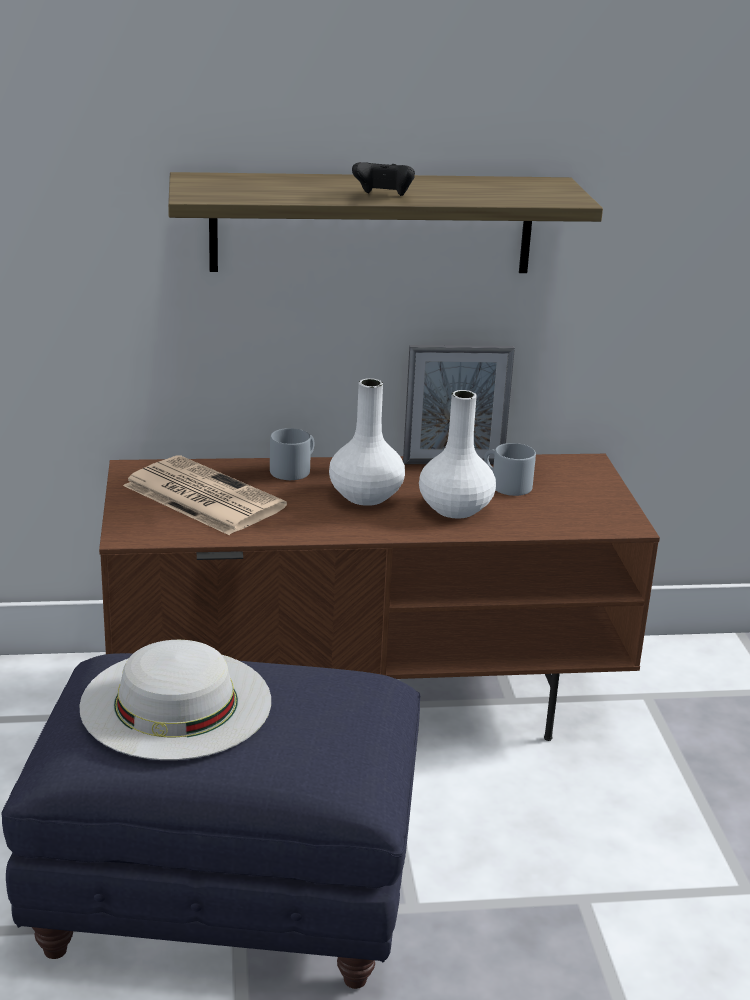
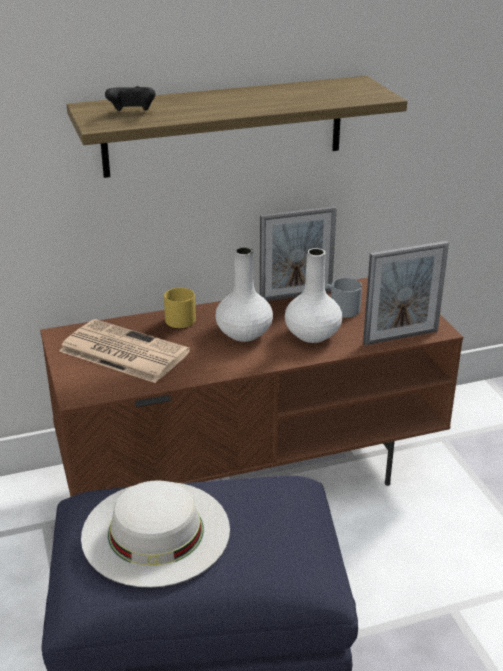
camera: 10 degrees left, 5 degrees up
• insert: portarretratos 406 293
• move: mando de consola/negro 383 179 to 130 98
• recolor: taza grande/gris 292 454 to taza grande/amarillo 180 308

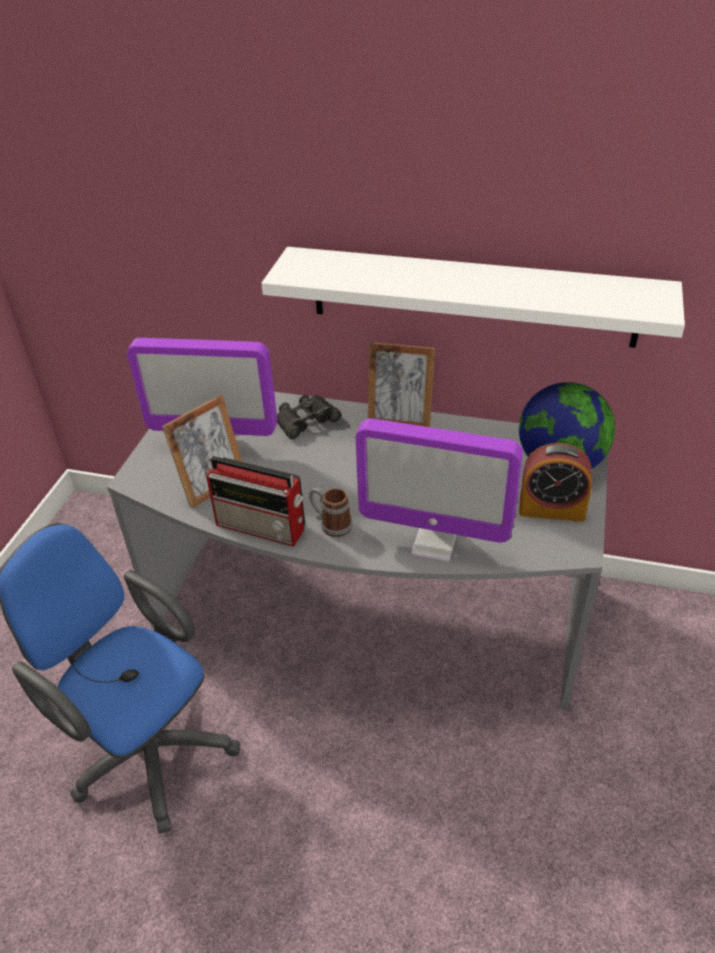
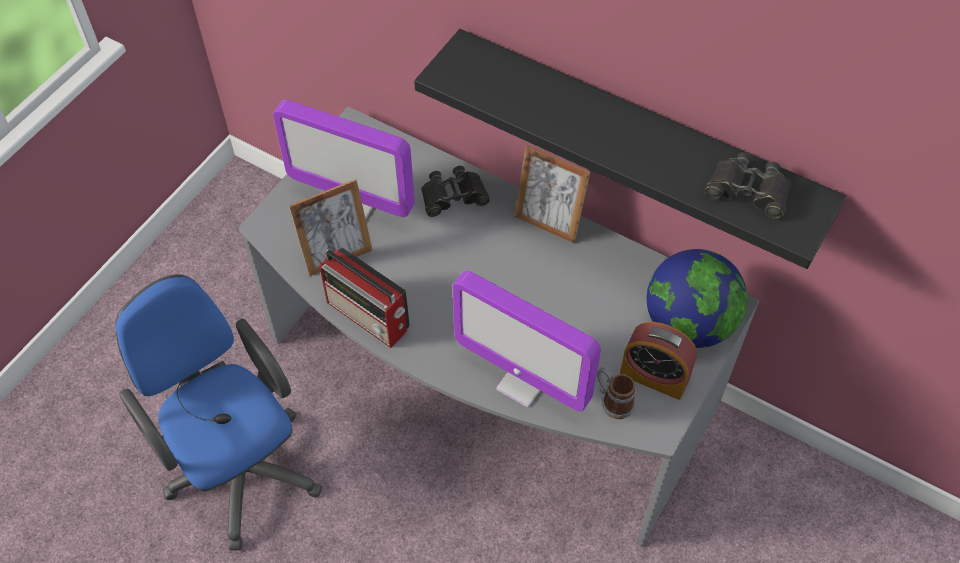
camera: 15 degrees right, 15 degrees up
• insert: prismáticos/negro 748 185
• move: taza grande 331 512 to 616 393
• recolor: estante/blanco 473 297 to estante/negro 630 149

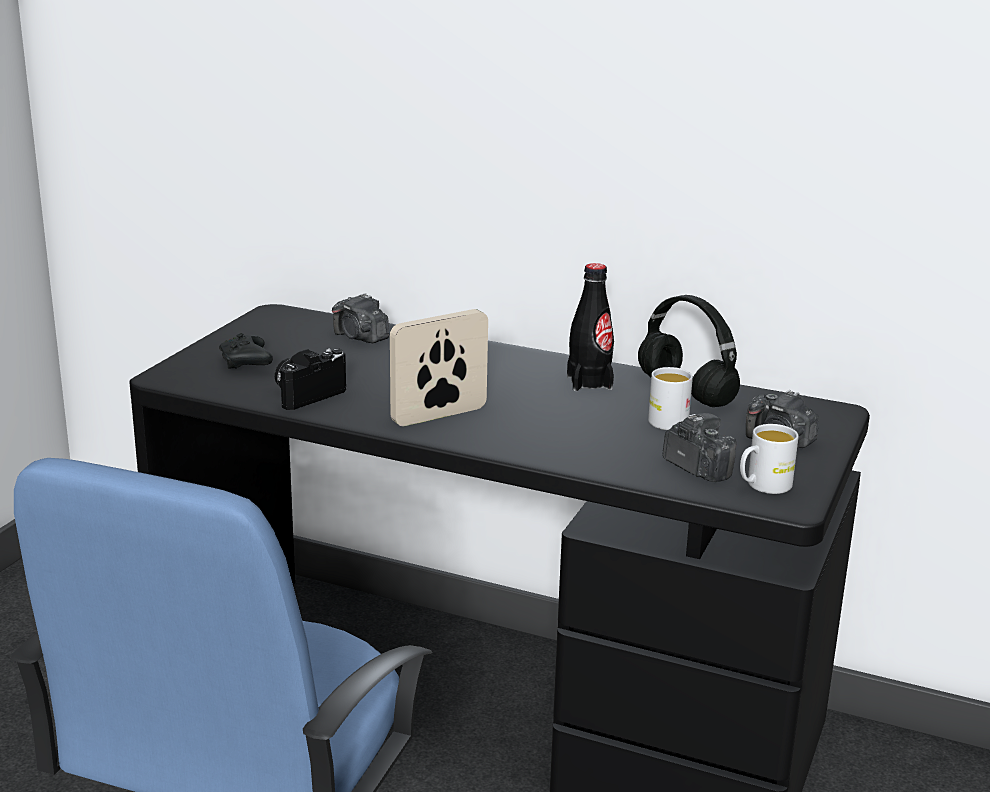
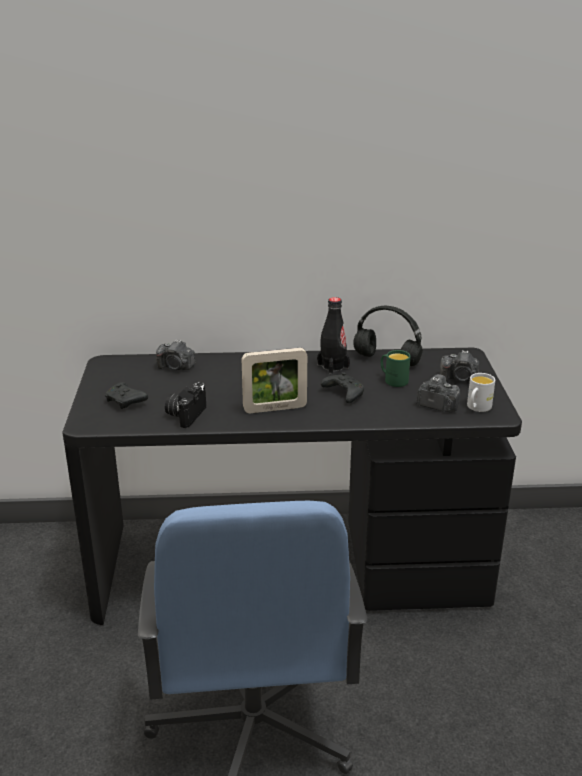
camera: 25 degrees left, 5 degrees up
• insert: mando de consola/negro 342 387
• recolor: taza grande/blanco 670 398 to taza grande/verde 396 368
• rotate: portarretratos 439 368 = 274 380 135 degrees counterclockwise

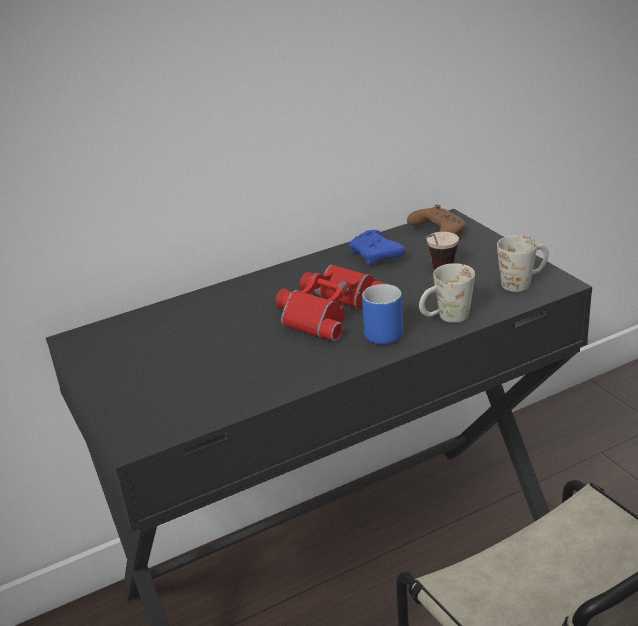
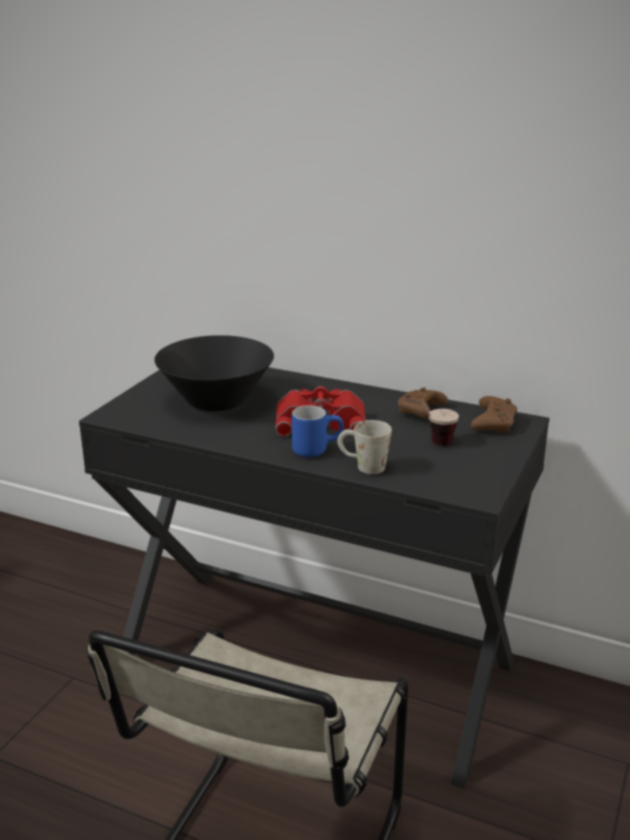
camera: 50 degrees right, 5 degrees down
• delete: taza grande/blanco 523 263
• insert: cuenco/negro 214 373
• recolor: mando de consola/azul 377 247 to mando de consola/marrón 423 402

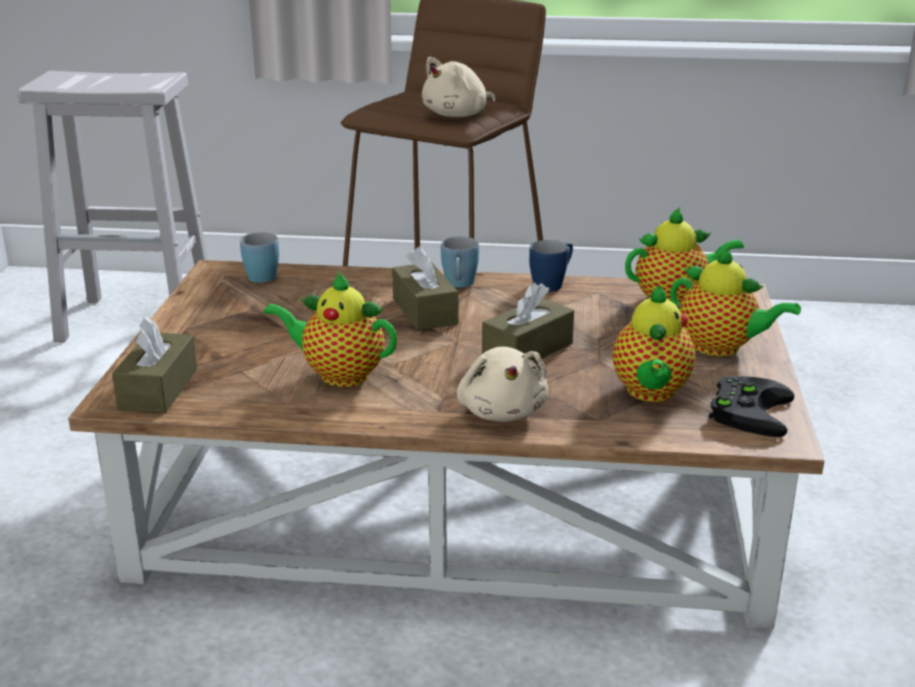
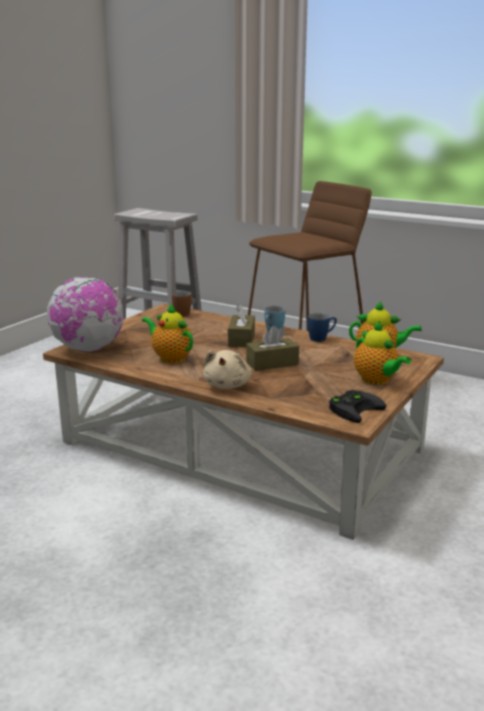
camera: 25 degrees right, 5 degrees down
• delete: peluche/beis 459 87
• delete: tetera 654 343
• replace: caja de pañuelos/marrón 154 364 to globo terráqueo 85 314
• recolor: taza grande/azul 259 257 to taza grande/marrón 182 303

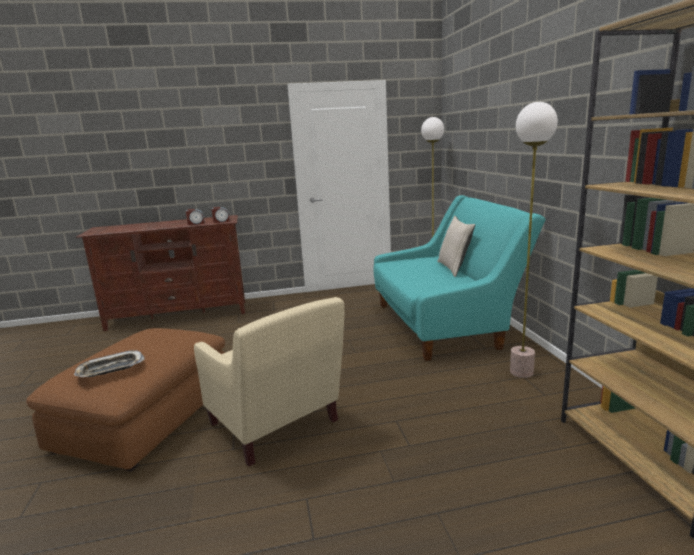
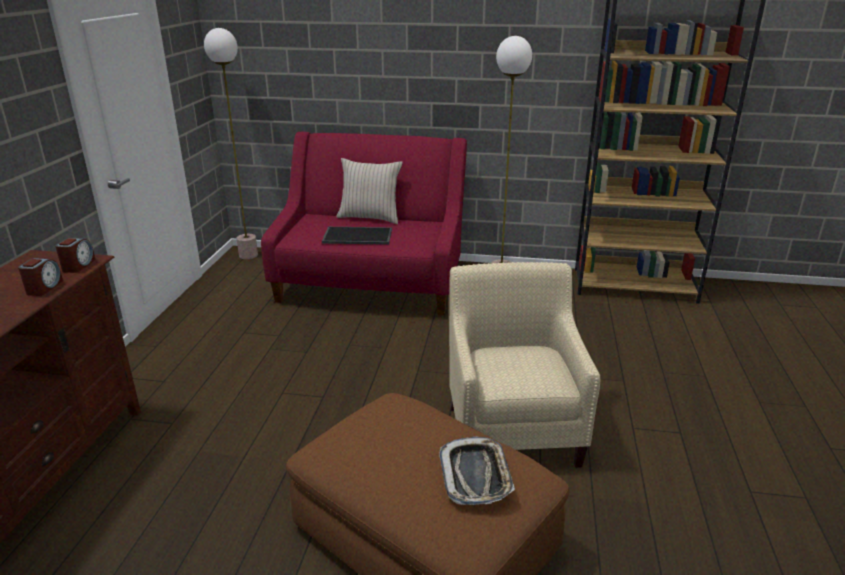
camera: 70 degrees left, 10 degrees up
• insert: bandeja 357 236
• recolor: sofá/turquesa 459 278 to sofá/rojo 364 224
• rotate: sillón/beis 269 382 = 524 365 75 degrees counterclockwise

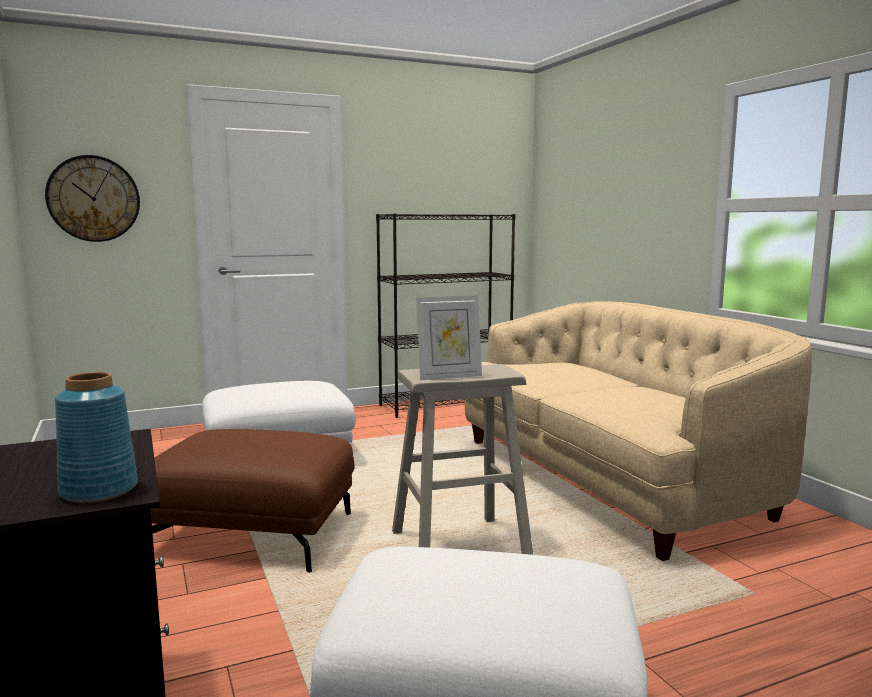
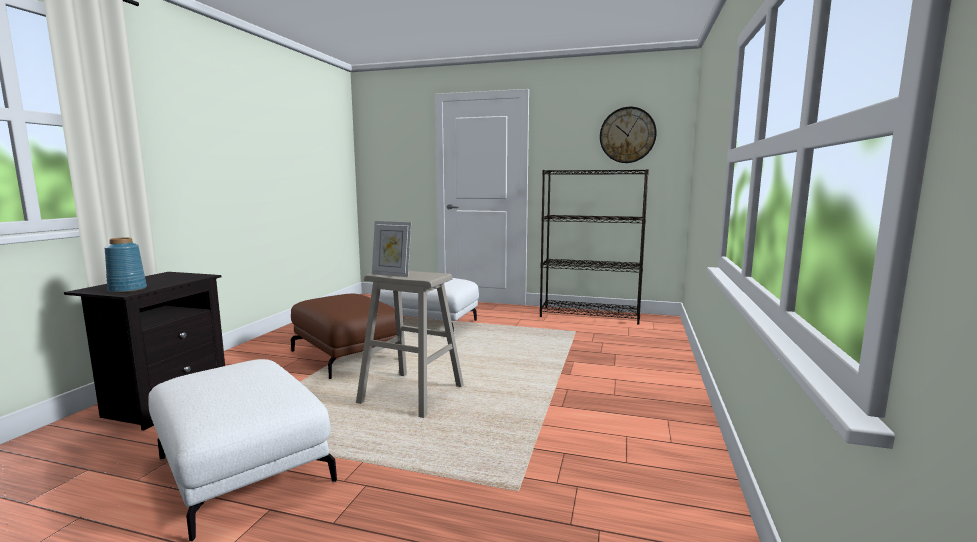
camera: 40 degrees right, 0 degrees up
• delete: sofá/beis 638 431
• move: reloj de pared 92 198 to 628 135

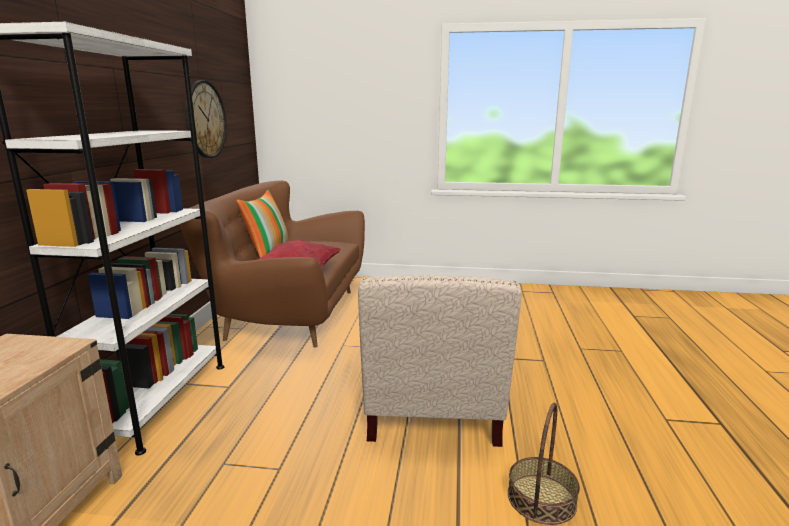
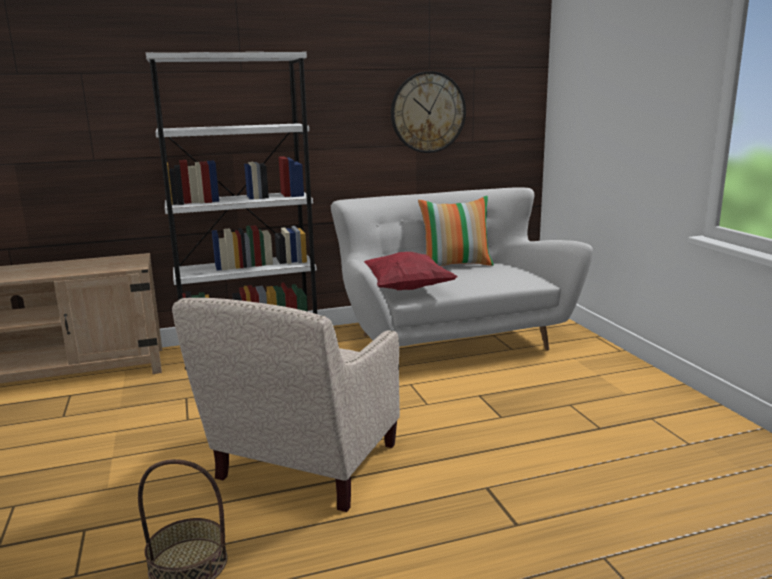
camera: 65 degrees right, 0 degrees up
• recolor: sofá/marrón 272 264 to sofá/blanco 462 268
• rotate: sillón/beis 440 361 = 286 405 45 degrees counterclockwise

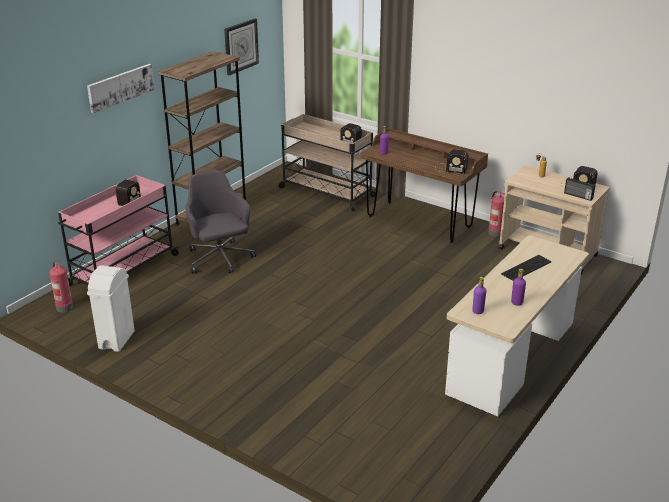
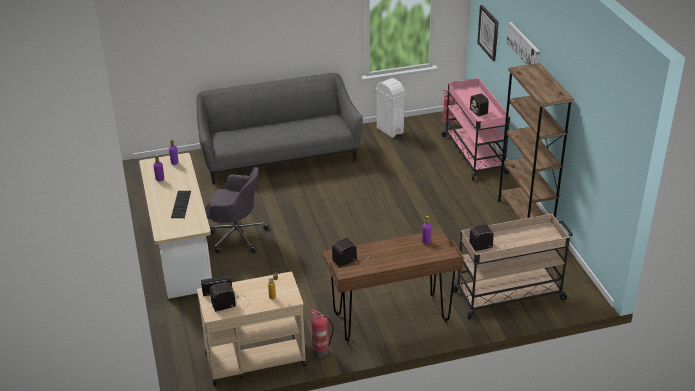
camera: 130 degrees right, 5 degrees up
• insert: sofá/gris 279 128
• move: silla de oficina/gris 220 221 to 237 210
• move: reloj de pared 241 47 to 488 33

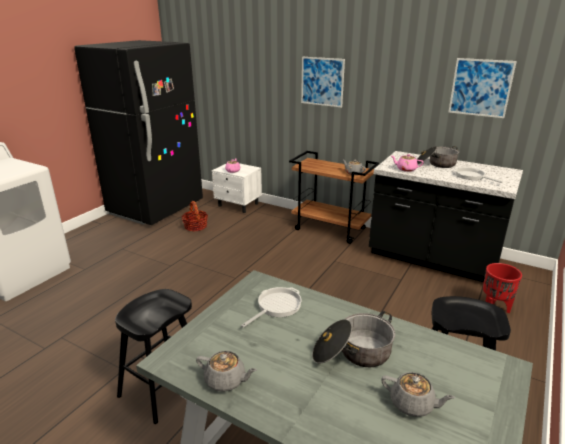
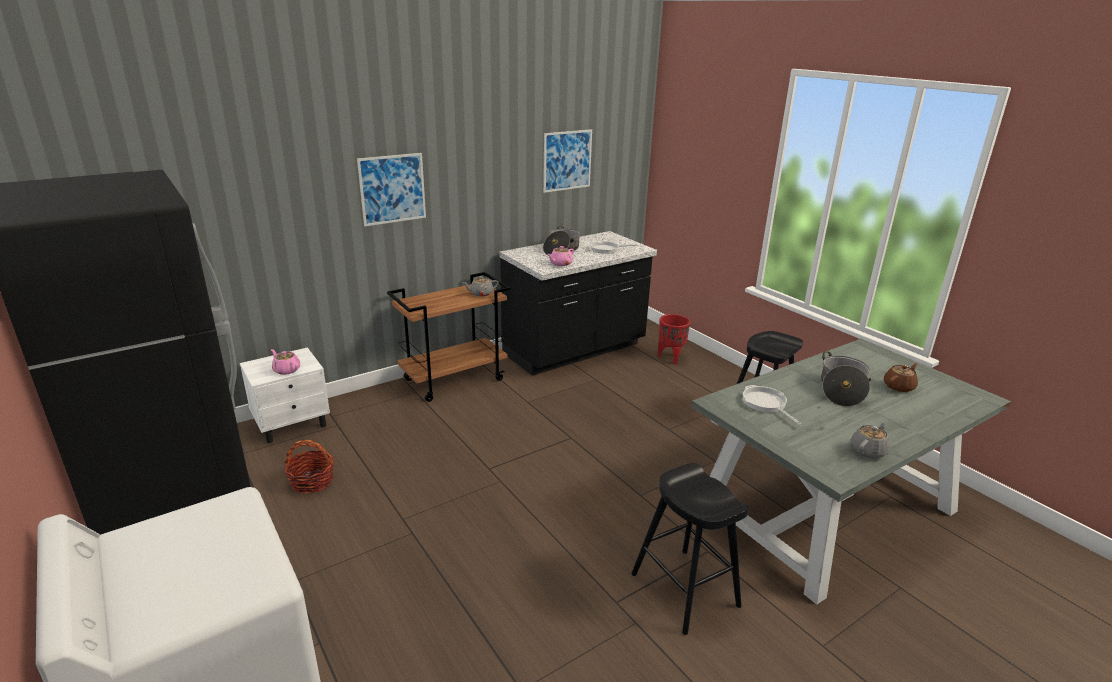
camera: 65 degrees left, 0 degrees up
• recolor: tetera/gris 418 394 to tetera/marrón 901 377

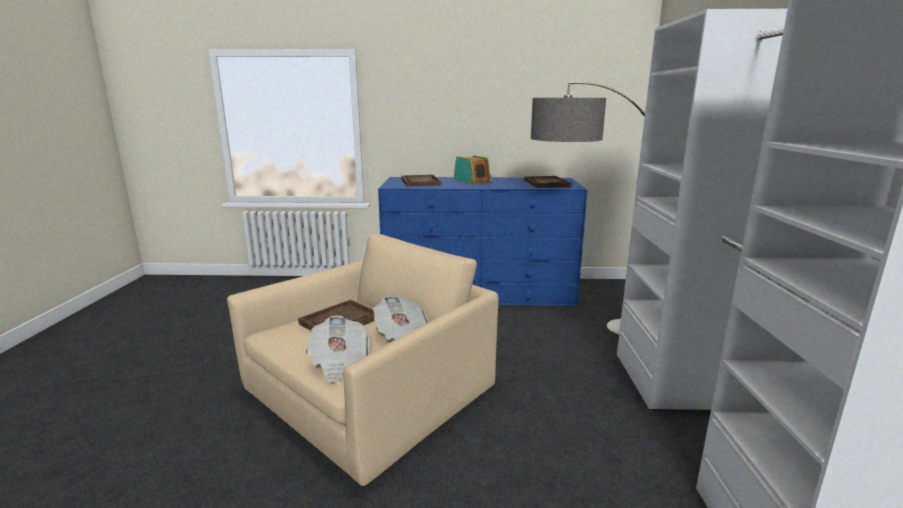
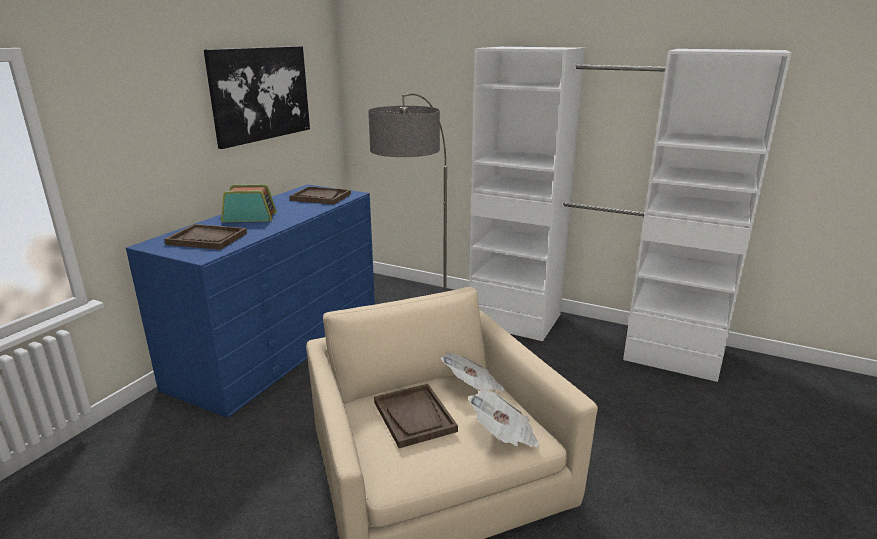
camera: 65 degrees left, 5 degrees up
• insert: cuadro 257 97

